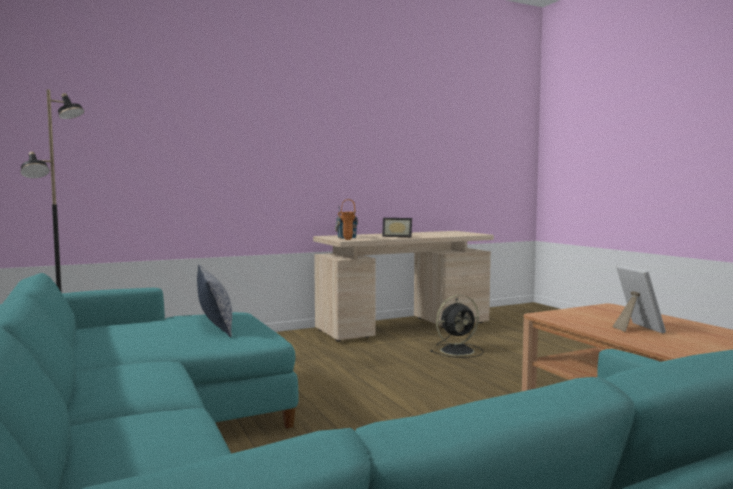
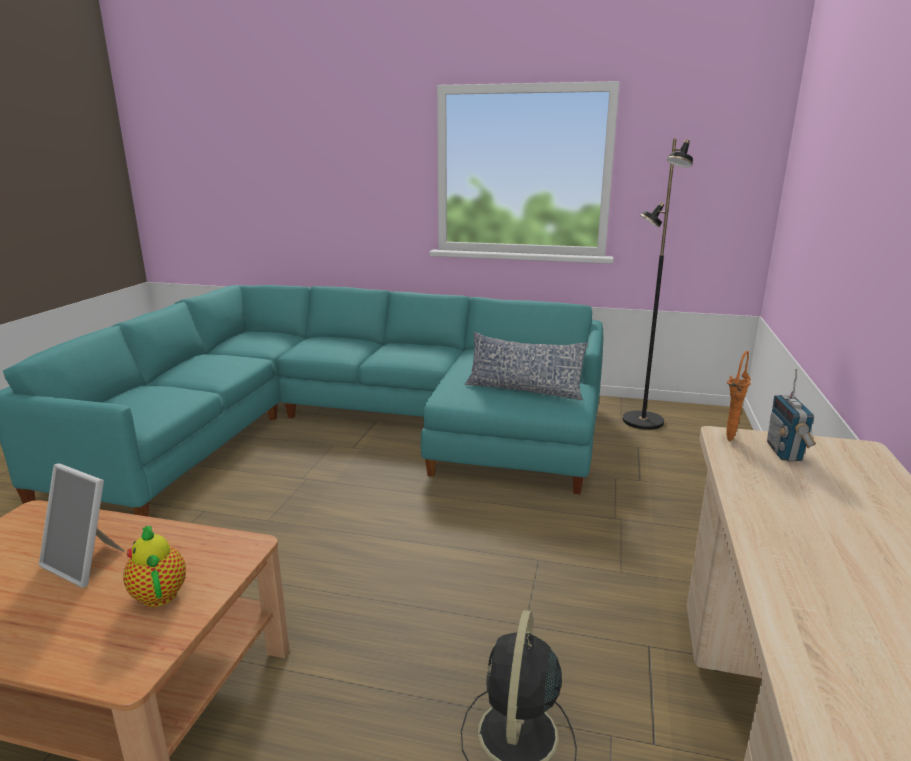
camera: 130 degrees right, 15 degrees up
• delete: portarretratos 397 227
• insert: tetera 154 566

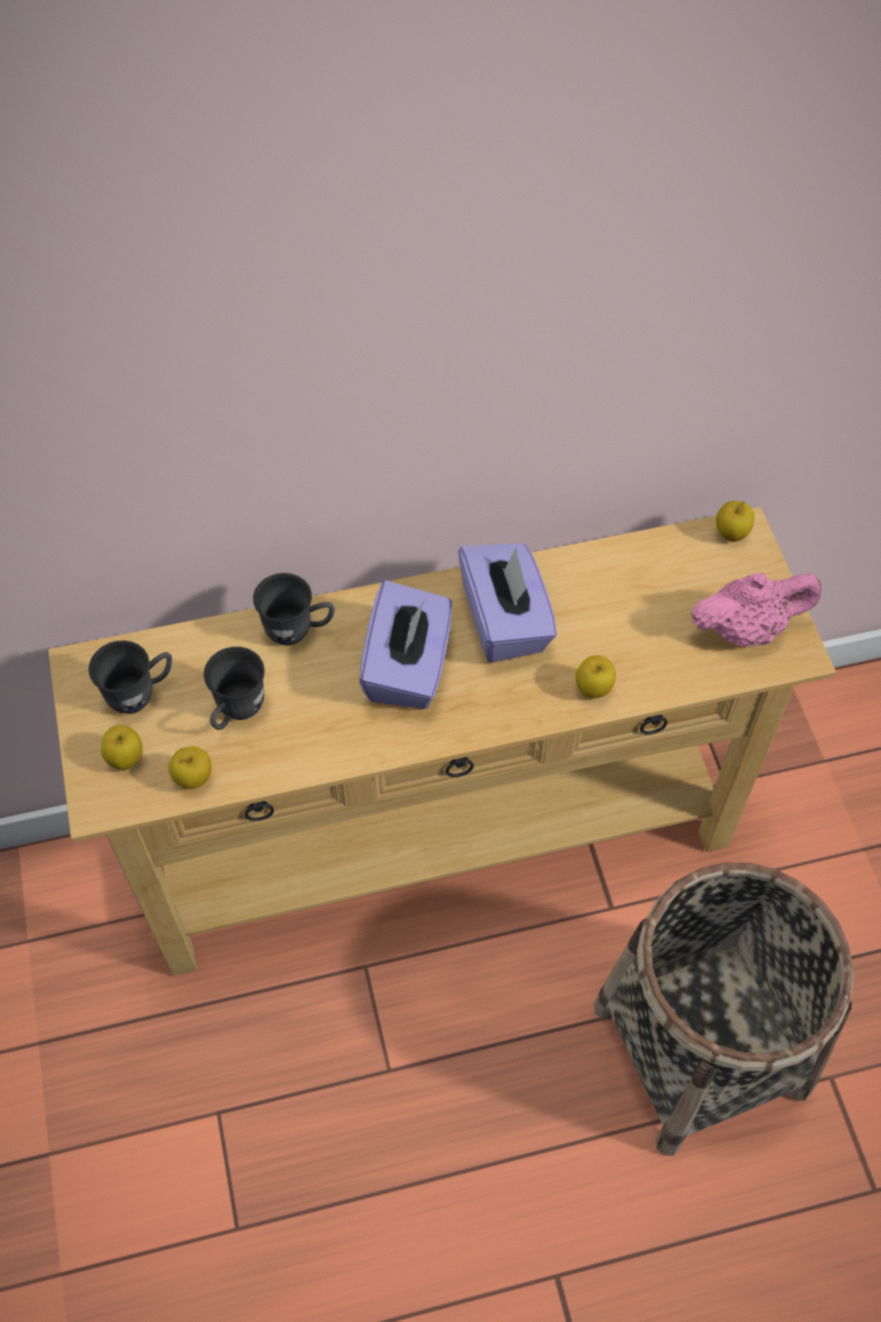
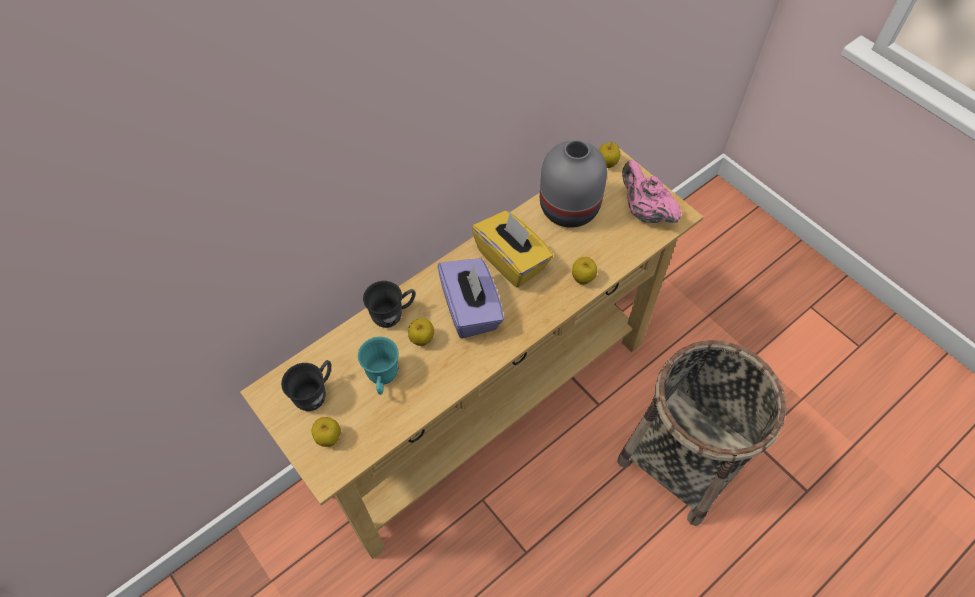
camera: 25 degrees left, 0 degrees up
• insert: florero/gris 573 184
• move: manzana 189 767 to 421 332
• recolor: taza grande/gris 234 688 to taza grande/turquesa 378 366
• recolor: caja de pañuelos/morado 507 603 to caja de pañuelos/amarillo 512 249
• rotate: tetera/rosa 756 609 = 652 191 90 degrees counterclockwise

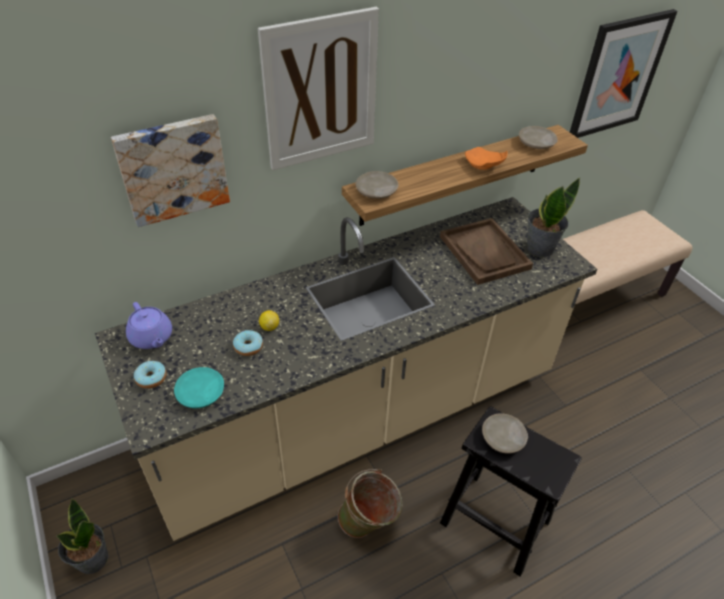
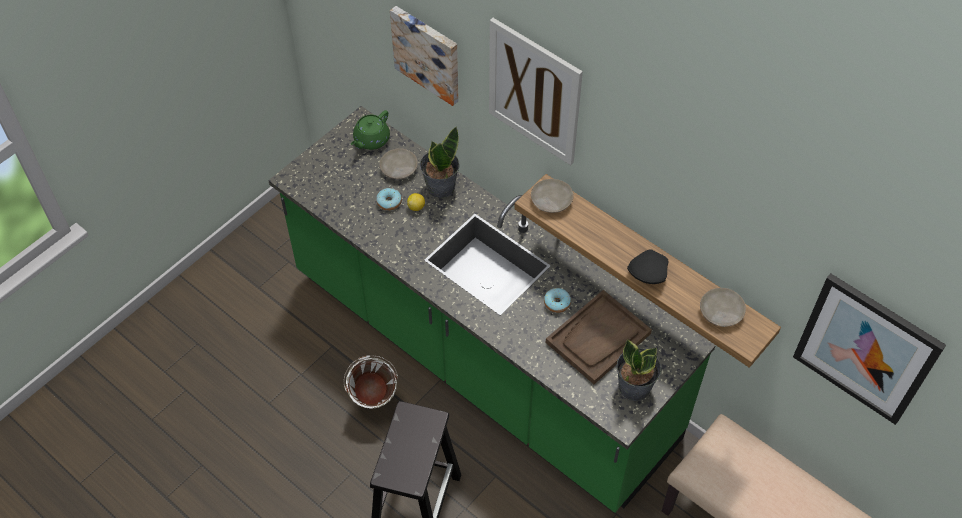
camera: 70 degrees right, 10 degrees up
• delete: plato/turquesa 199 387
• move: planta en maceta 82 536 to 439 162
• move: rosquilla 150 375 to 557 300
• move: plato/beis 505 433 to 398 163
• recolor: mueble bajo de cocina/beis 346 369 to mueble bajo de cocina/verde 492 309
• recolor: tetera/morado 149 325 to tetera/verde 370 130
• recolor: cubo/verde 370 503 to cubo/blanco 370 382
• recolor: plato/naranja 486 158 to plato/negro 648 266

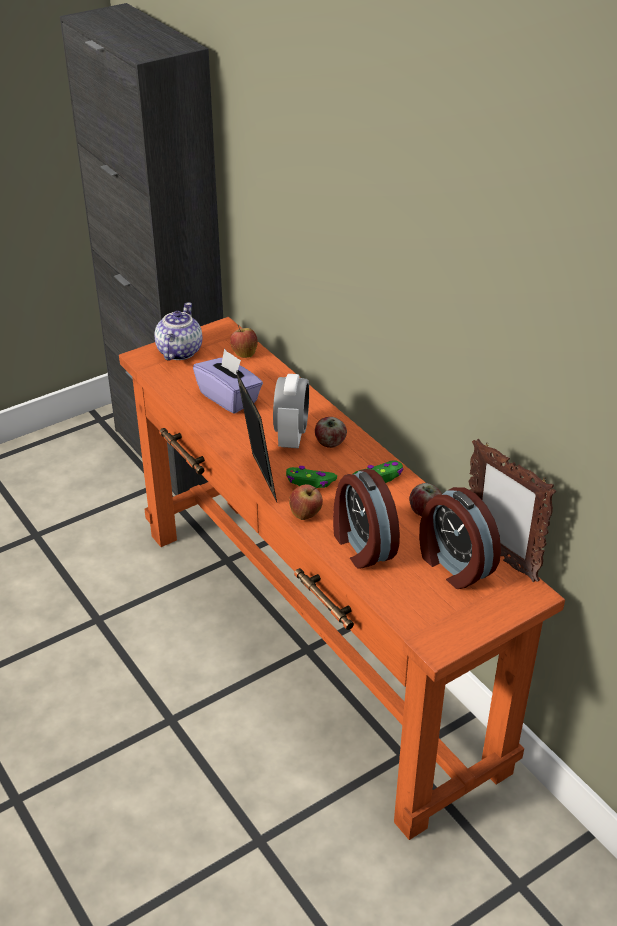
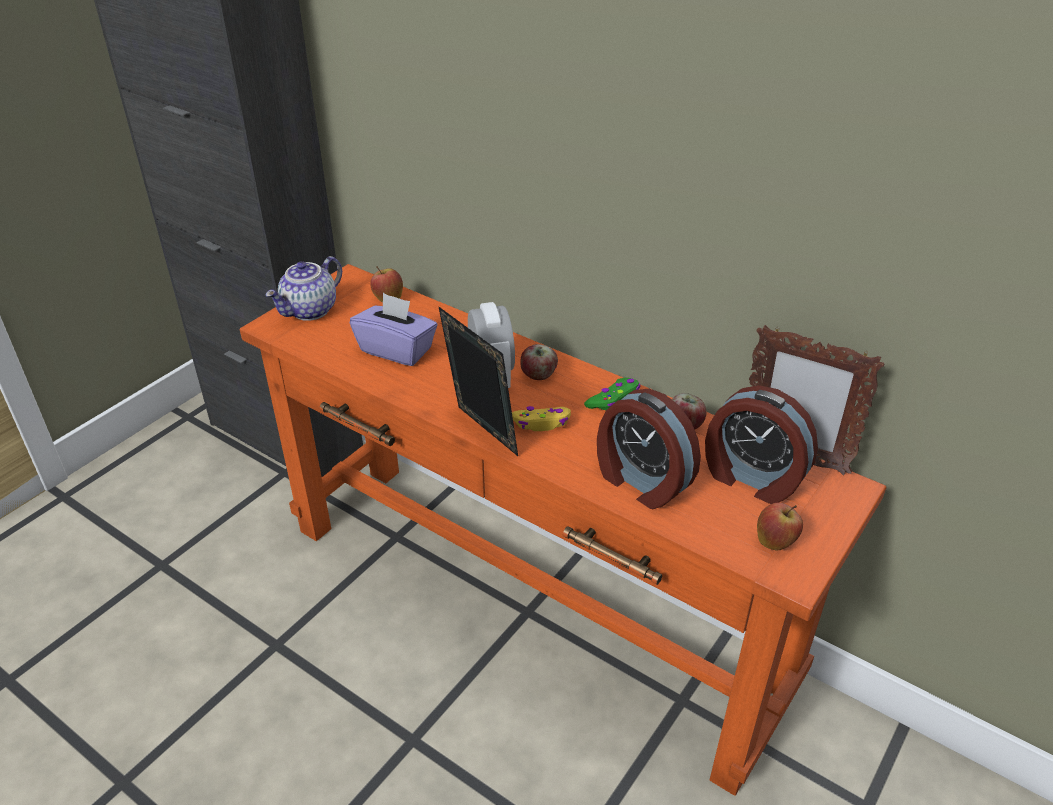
camera: 20 degrees left, 0 degrees up
• move: manzana 306 502 to 780 526
• recolor: mando de consola/verde 311 477 to mando de consola/amarillo 541 418
• rotate: tetera 178 331 = 303 288 135 degrees counterclockwise

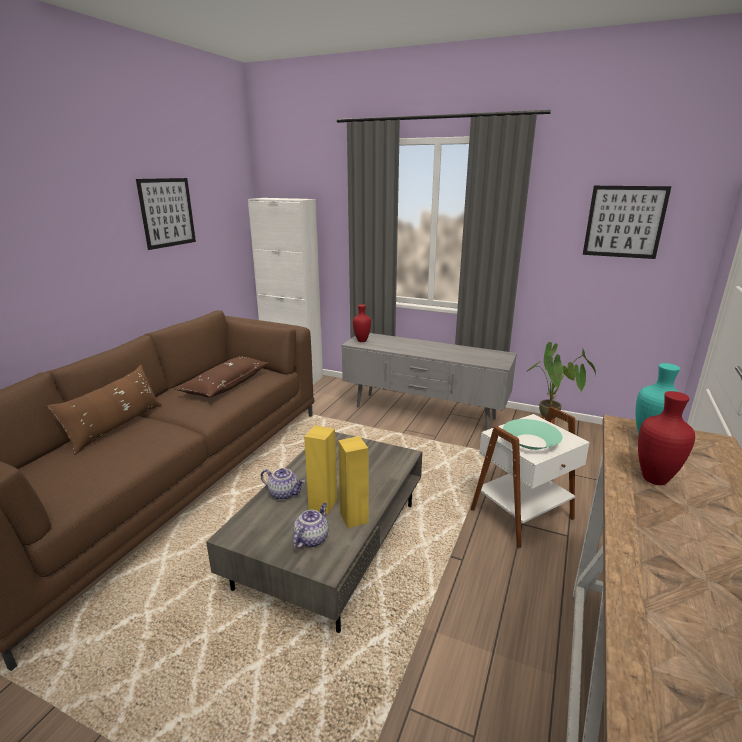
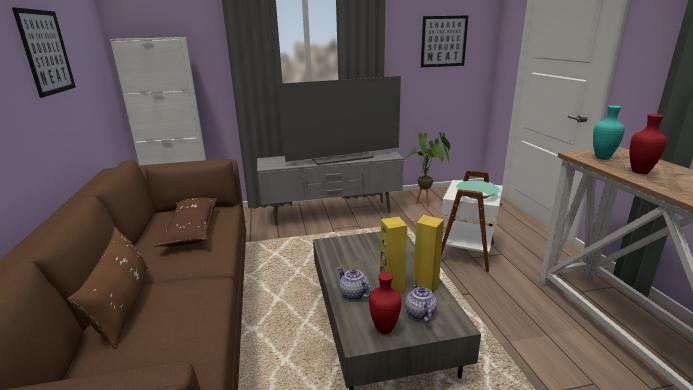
camera: 35 degrees left, 0 degrees up
• insert: televisor 340 120
• move: florero/rojo 362 323 to 385 303
• rotate: tetera 283 484 = 354 283 120 degrees counterclockwise

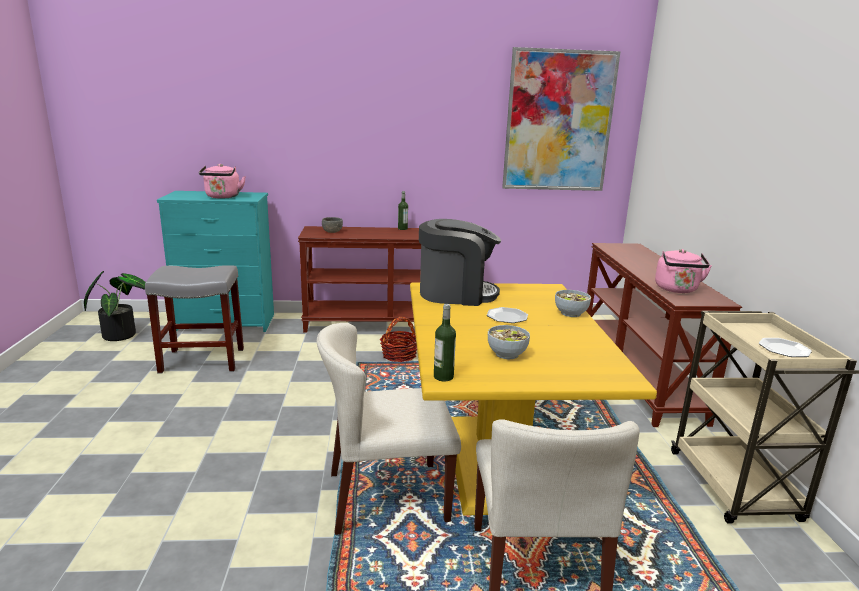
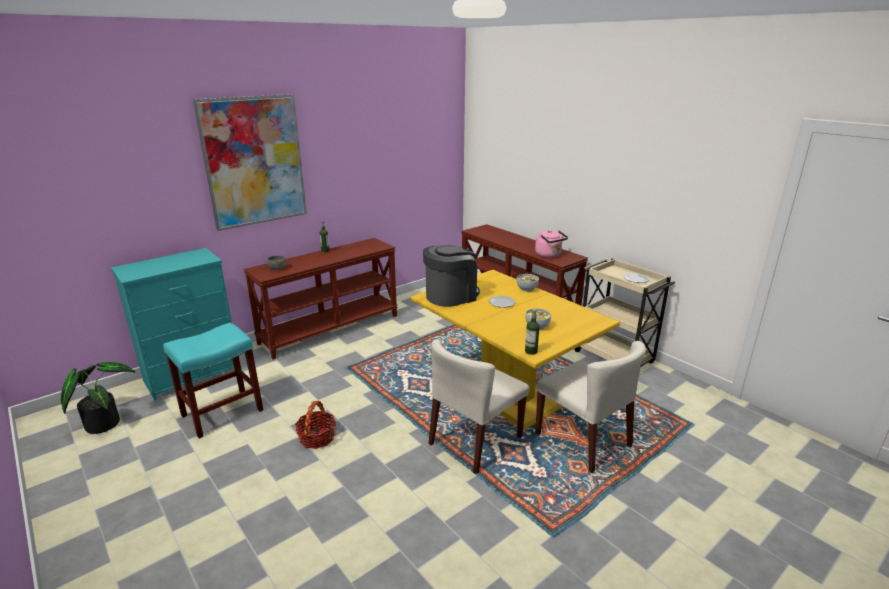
camera: 35 degrees left, 5 degrees up
• delete: hervidor/rosa 222 181
• move: cesta 398 339 to 315 425
• move: cuadro 561 119 to 250 162
• recolor: taburete/gris 194 319 to taburete/turquesa 213 381

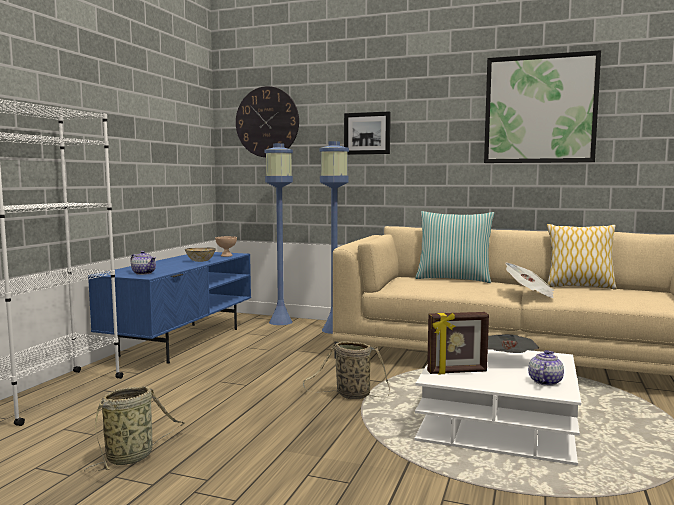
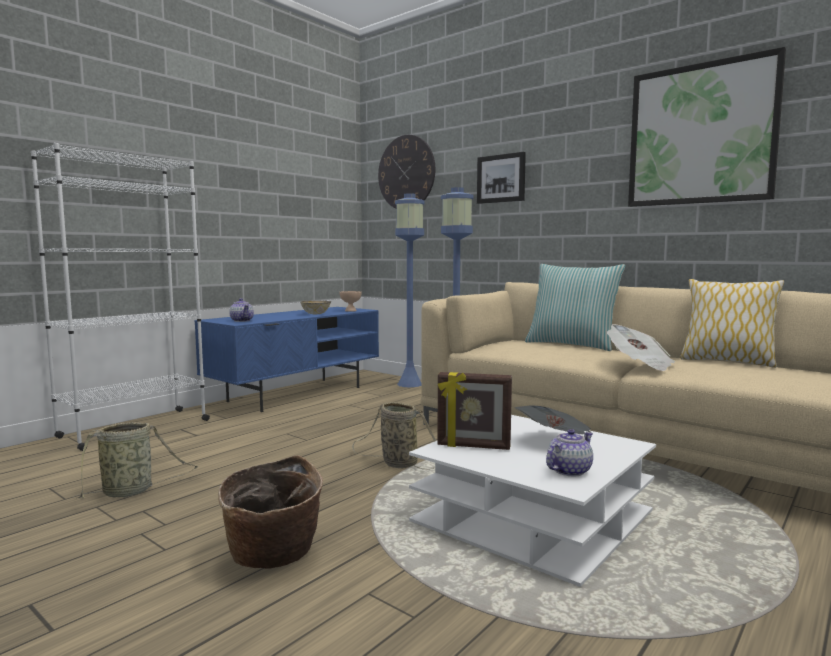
camera: 20 degrees right, 0 degrees up
• insert: cesta 270 512

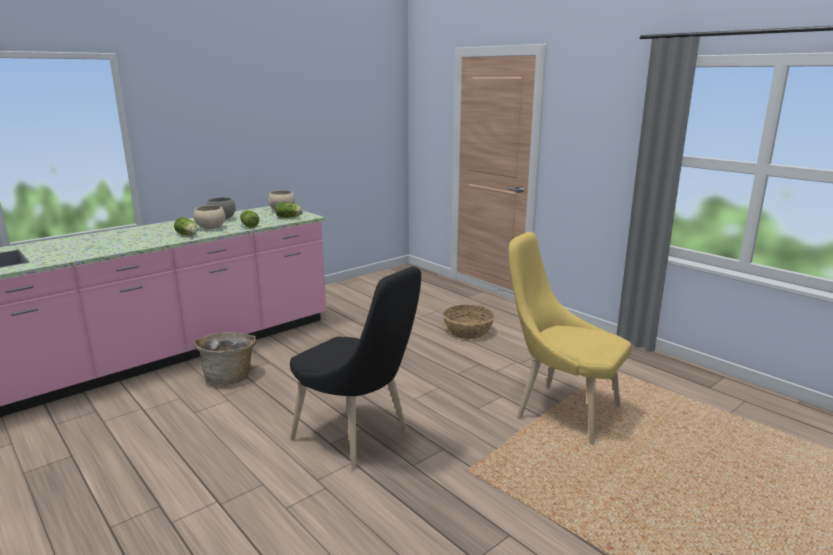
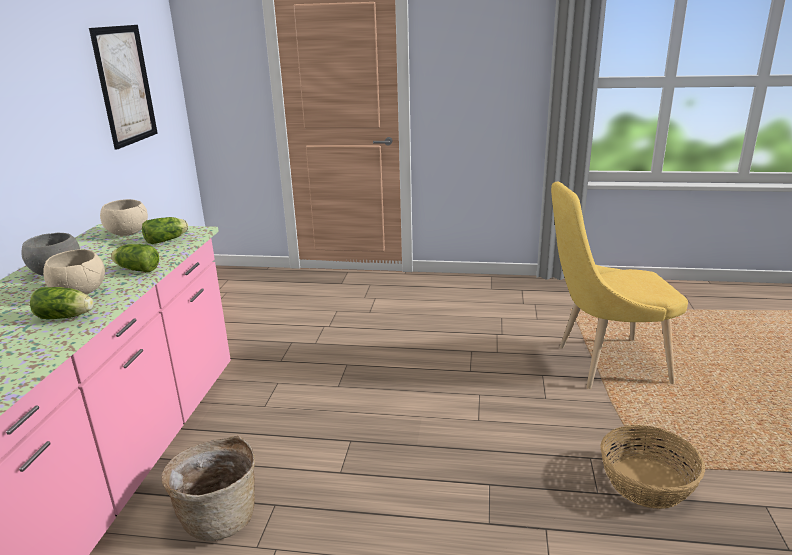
camera: 40 degrees left, 5 degrees up
• delete: silla/negro 355 368
• insert: cuadro 123 87
• move: cesta 469 322 to 652 467

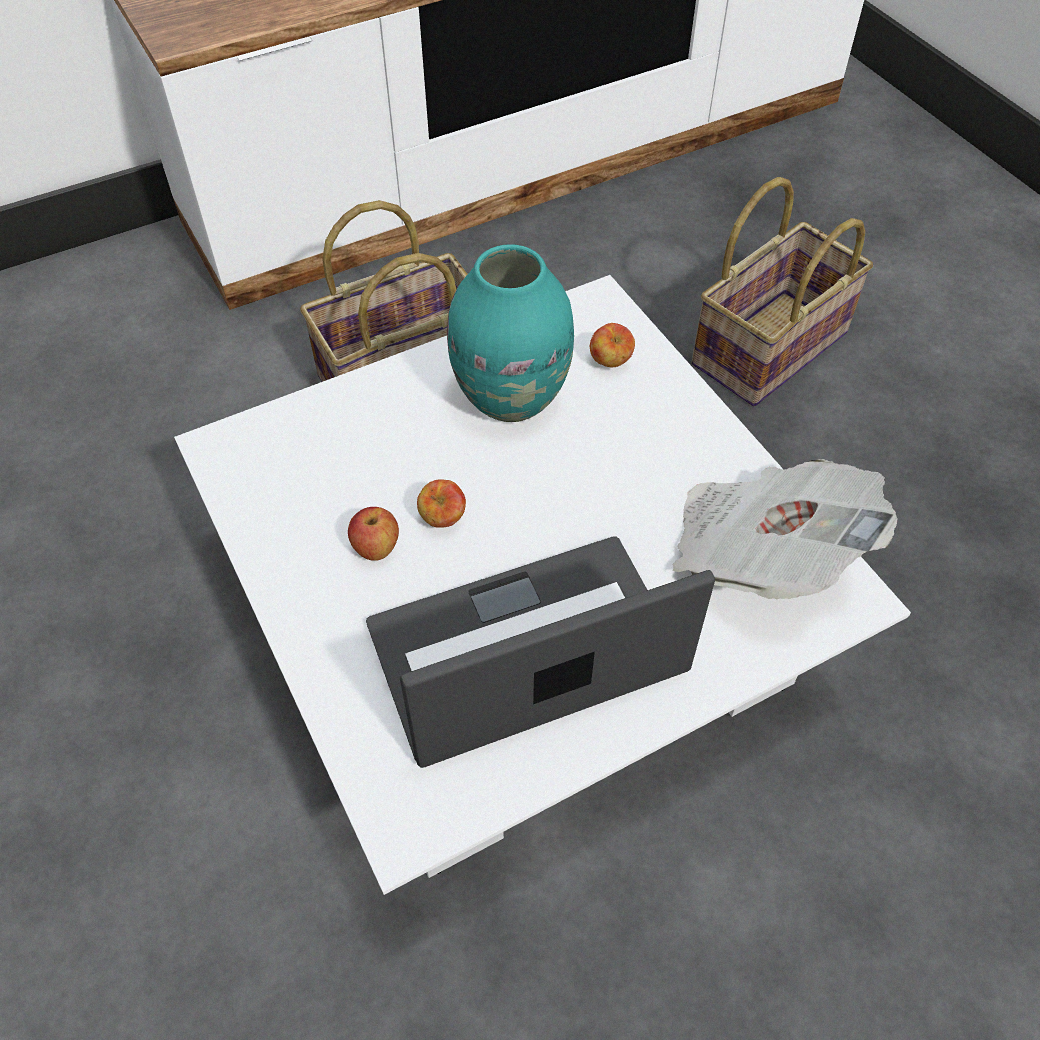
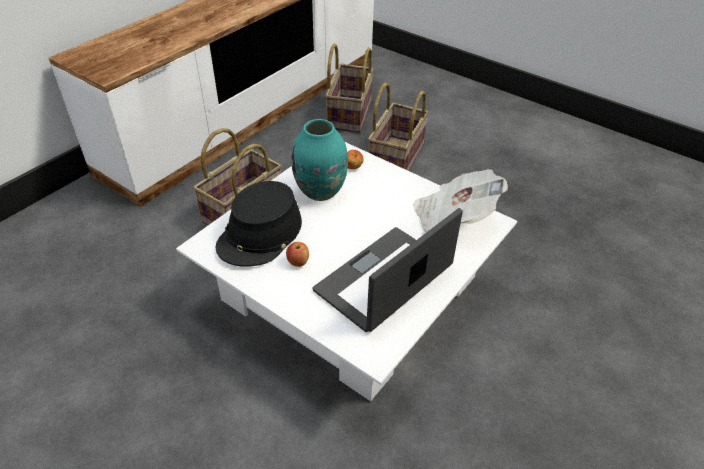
camera: 25 degrees left, 10 degrees down
• delete: manzana 441 503
• insert: sombrero/negro 259 224
• insert: cesta 349 88

